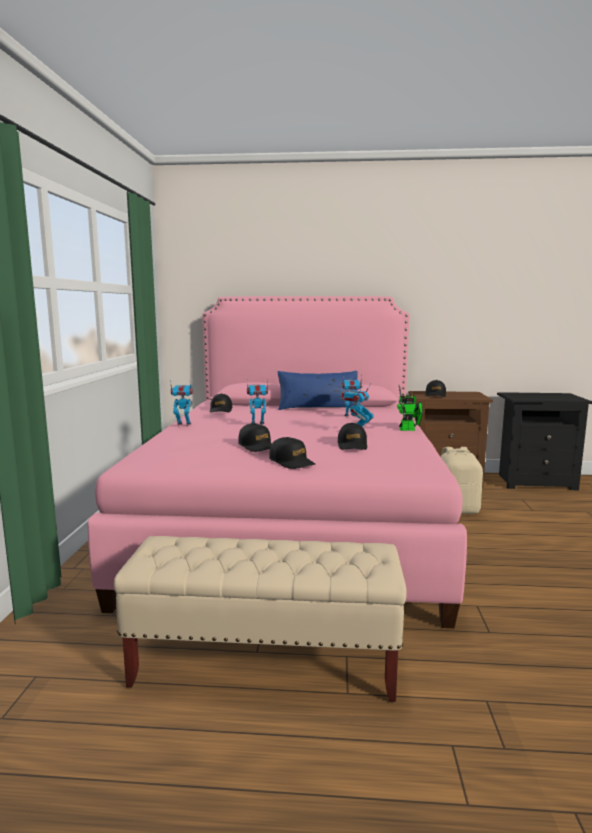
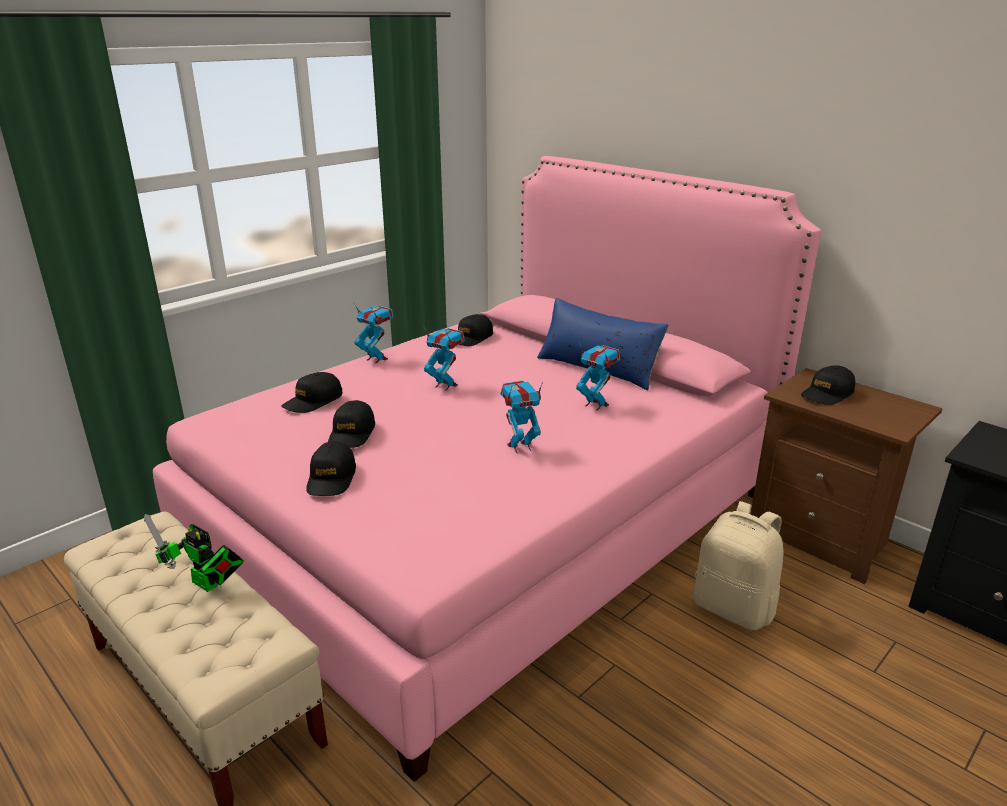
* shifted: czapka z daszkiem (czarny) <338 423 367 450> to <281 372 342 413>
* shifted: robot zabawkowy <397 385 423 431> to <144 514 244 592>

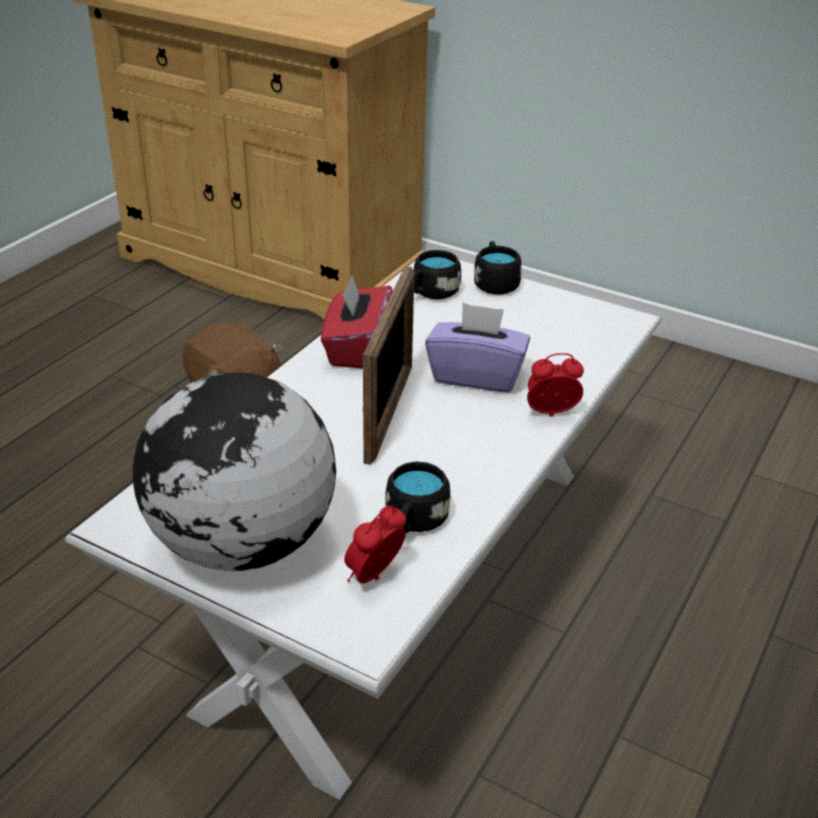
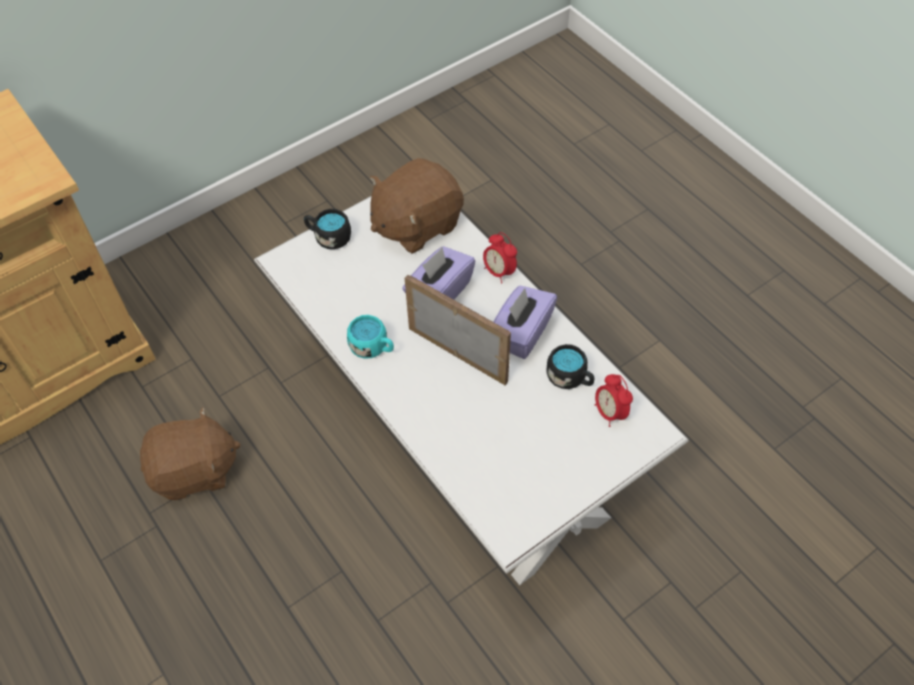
* gone: globus <132 372 336 571>
* swapped: pudełko chusteczek (czerwony) <321 275 393 369> to kubek (turkusowy) <347 315 394 359>
* gone: kubek (czarny) <413 250 461 299>
* rotated: budzik <527 353 584 417> = <483 232 517 284> 60 degrees counterclockwise
* new: pluszak (brązowy) <370 158 464 254>
* new: pudełko chusteczek (fioletowy) <493 285 557 359>

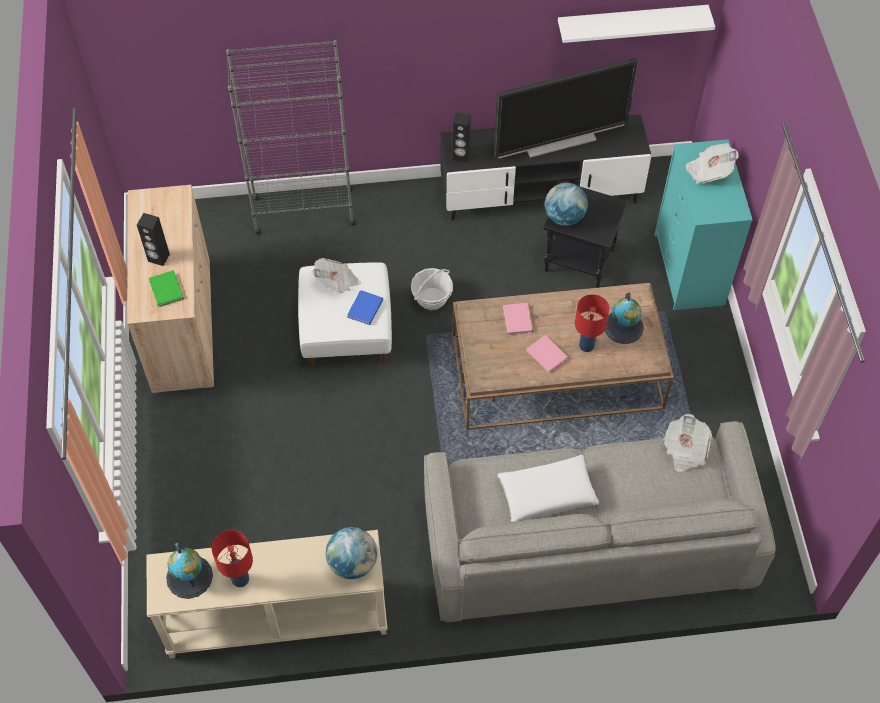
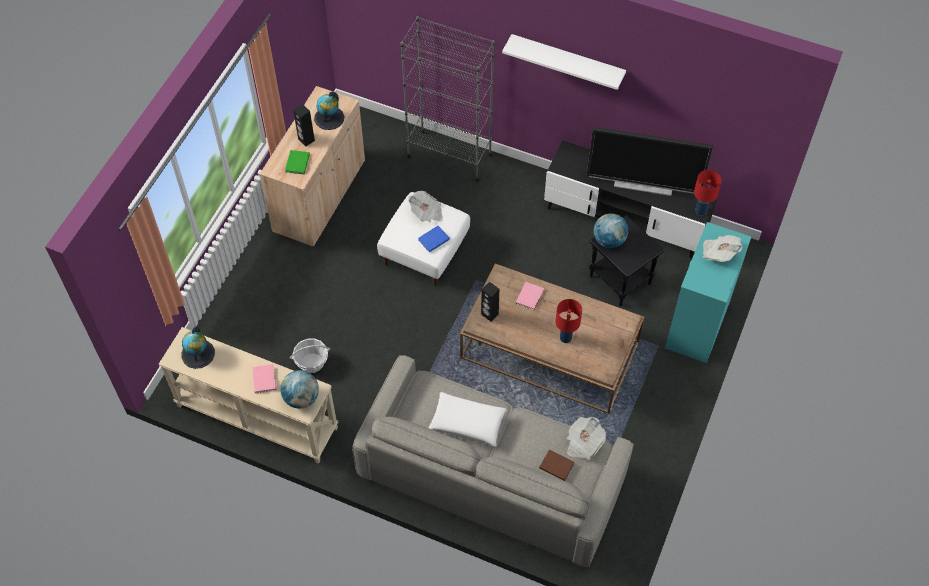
* shifted: lampa stołowa (czerwony) <212 530 253 587> to <694 170 722 216>
* shifted: koszyk <411 268 453 310> to <290 338 330 373>
* shifted: głośnik (czarny) <453 113 471 163> to <481 282 499 321>
* shifted: książka (różowy) <526 335 568 373> to <252 364 276 393>
* shifted: półka (biały) <558 5 715 43> to <502 34 626 90>
* shifted: globus <605 293 644 344> to <314 92 344 130>
* new: książka (brązowy) <539 450 575 481>

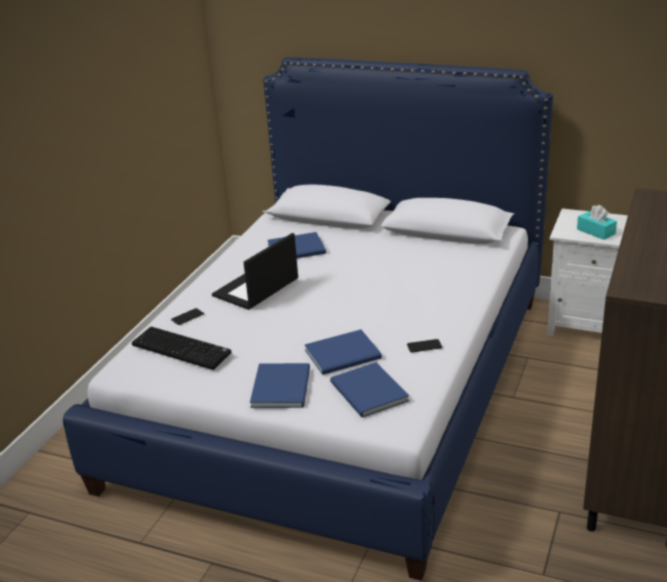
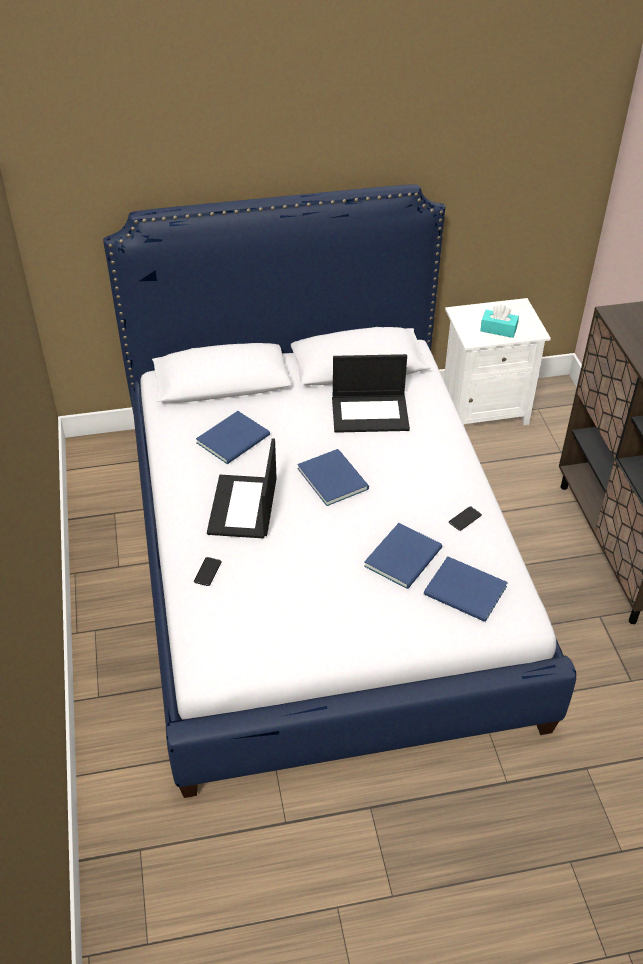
* gone: klawiatura <132 327 232 370>
* shifted: książka (niebieski) <250 363 310 408> to <297 449 369 506>
* new: laptop <332 354 410 433>

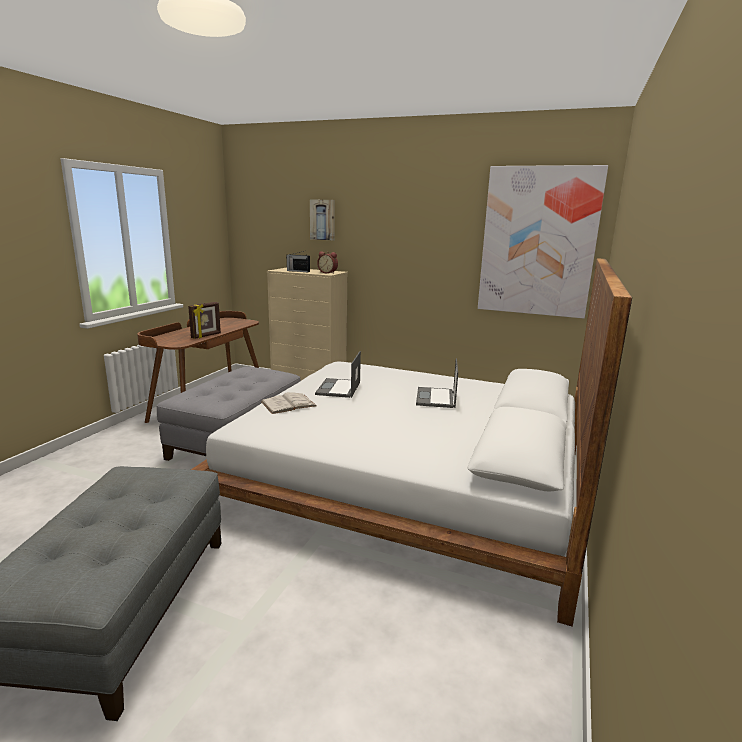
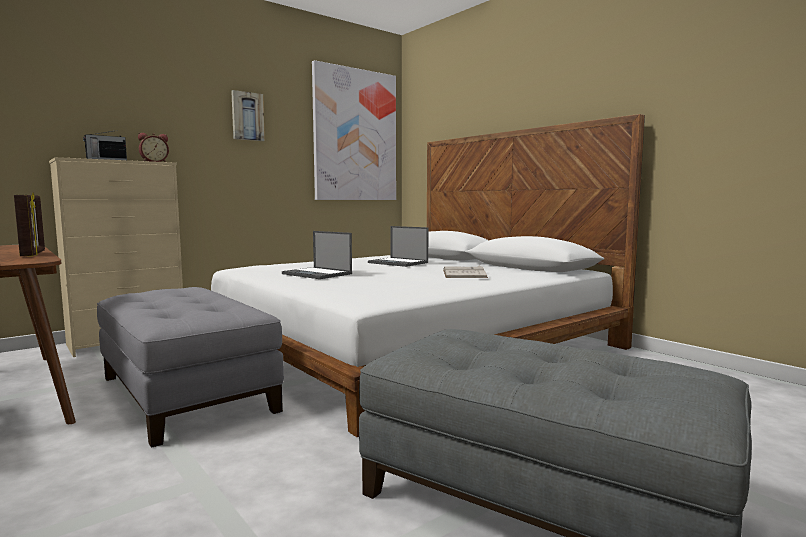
* shifted: książka (biały) <261 392 317 414> to <443 265 488 278>
* shifted: obraz <310 199 335 240> to <231 90 265 141>

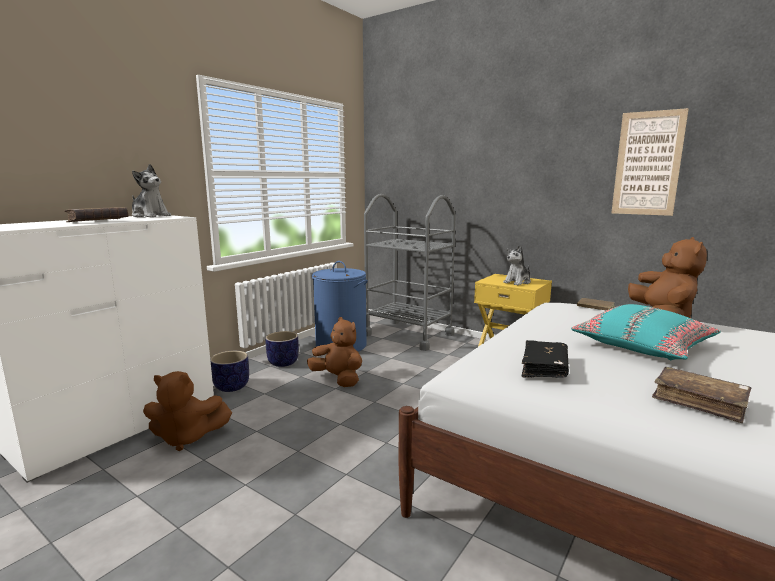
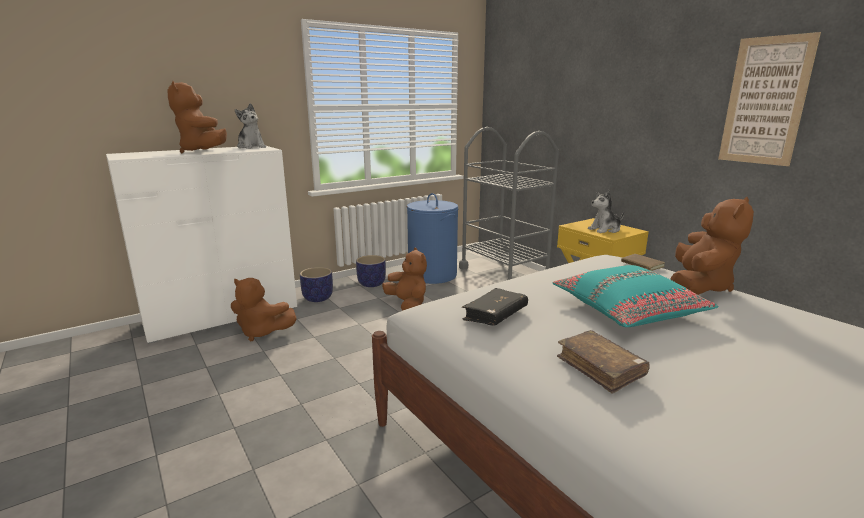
* swapped: książka (brązowy) <64 207 129 222> to pluszak (brązowy) <167 81 227 153>

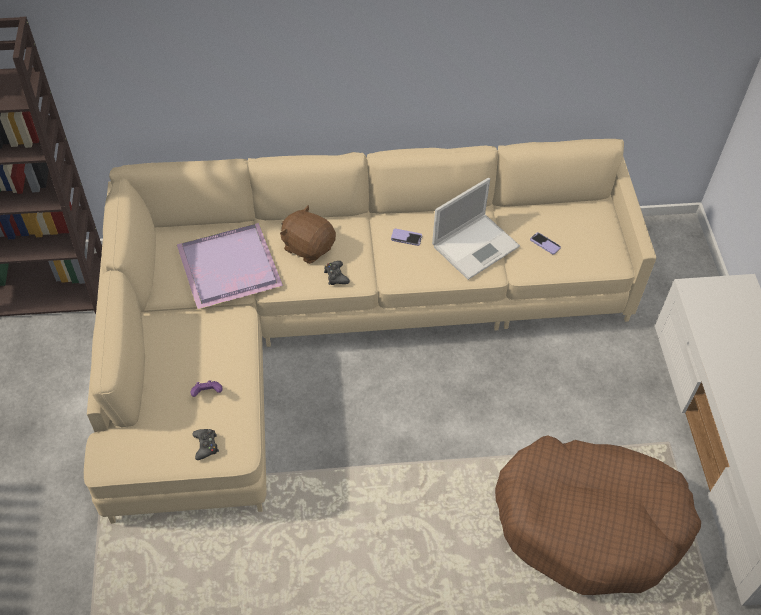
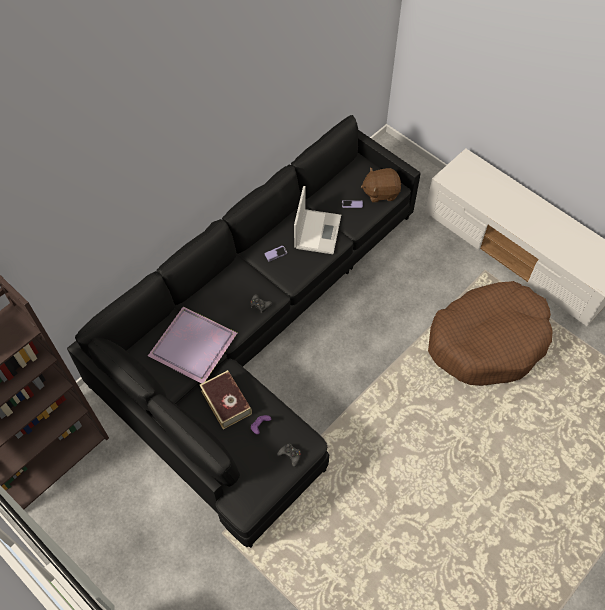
* repainted: kanapa (beżowy) <84 139 656 524> to kanapa (czarny) <67 115 421 548>
* shifted: pluszak (brązowy) <280 205 336 264> to <361 167 401 203>
* new: książka <200 370 252 430>

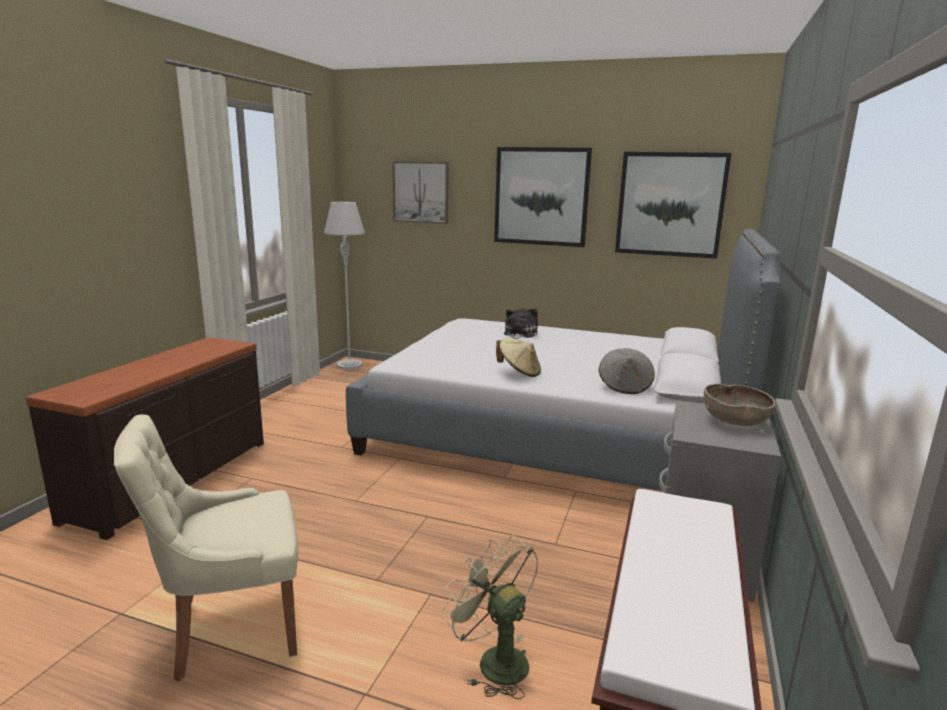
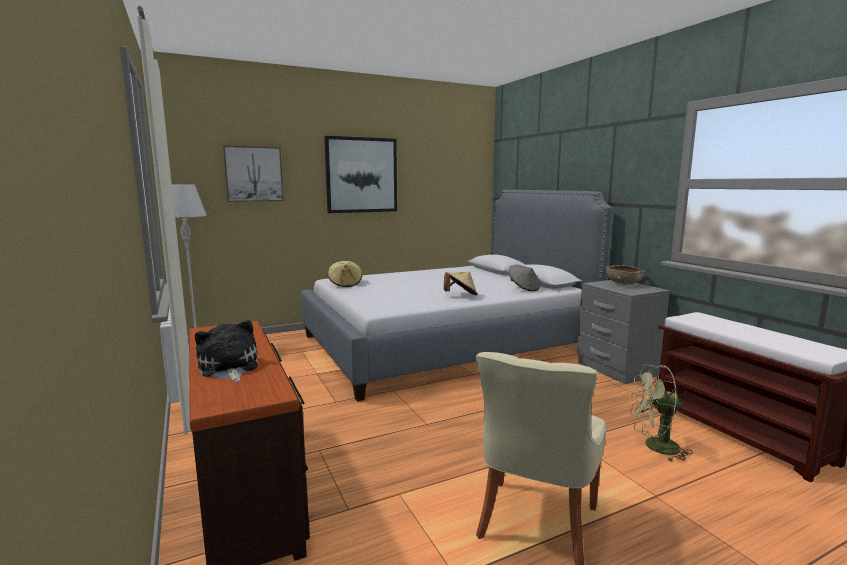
* shifted: pluszak <504 308 538 340> to <195 320 258 382>
* gone: obraz <615 152 732 259>
* new: kapelusz (beżowy) <327 261 363 287>

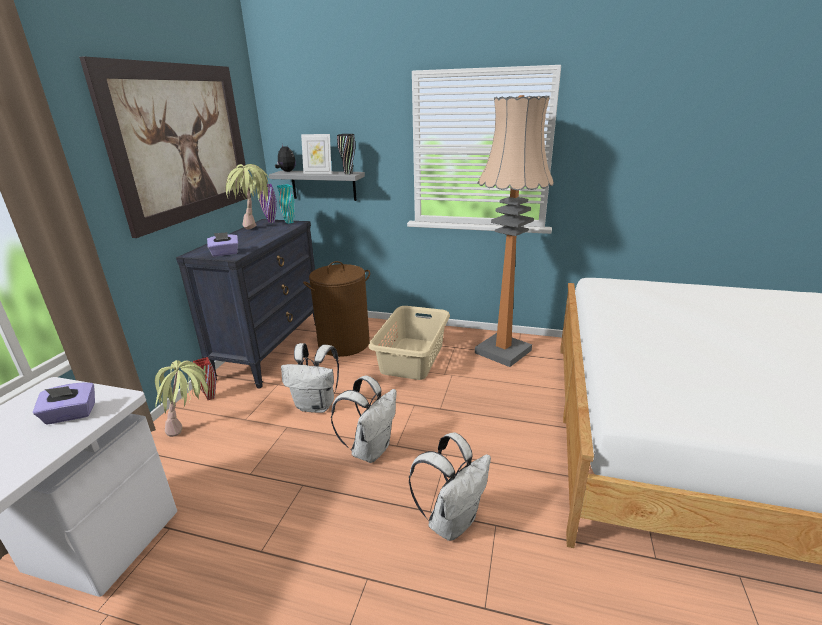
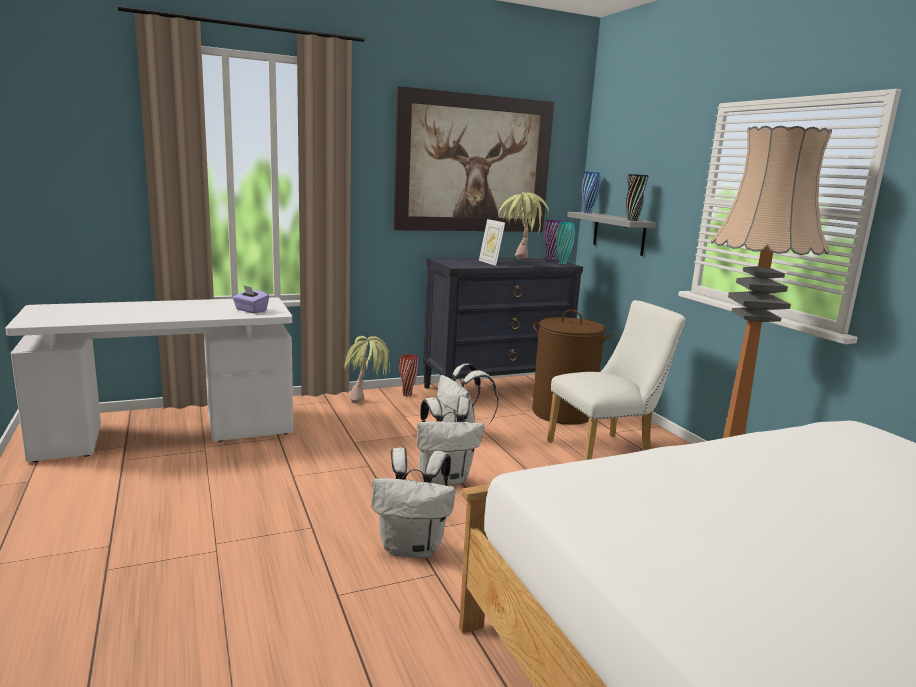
* gone: pudełko chusteczek (fioletowy) <207 232 238 257>
* swapped: pluszak <275 144 296 172> to wazon (niebieski) <581 172 600 213>
* shifted: ramka na zdjęcie <301 134 332 174> to <479 219 505 266>
* swapped: kosz na pranie (beżowy) <369 306 450 380> to krzesło (biały) <547 300 686 460>

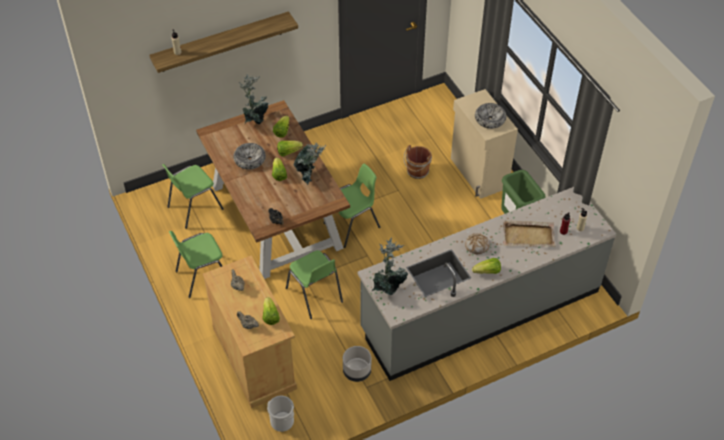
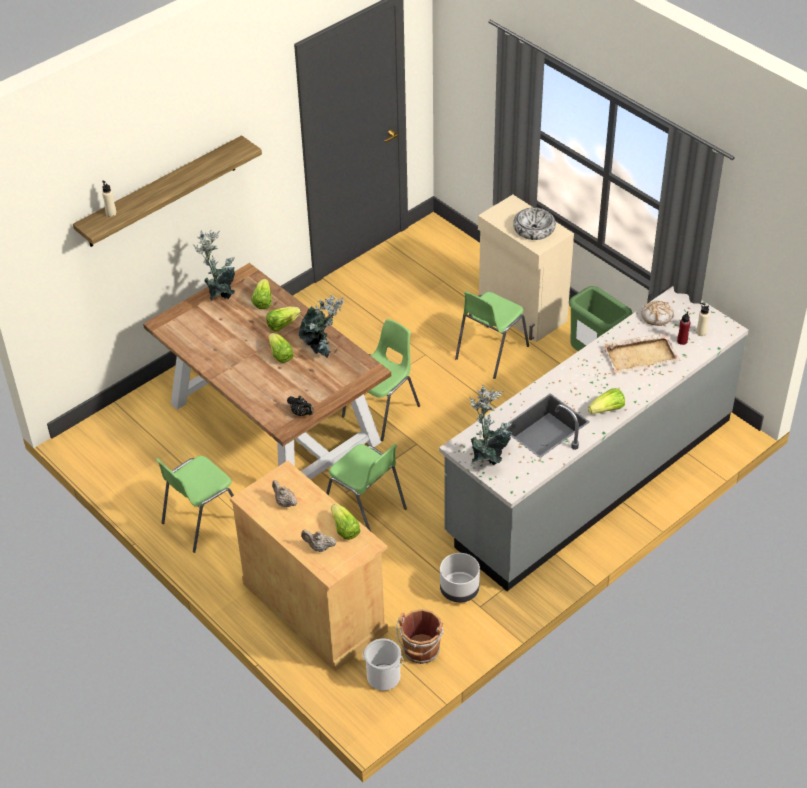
* shifted: krzesło (zielony) <162 164 224 229> to <455 291 529 379>
* gone: miska <233 143 266 170>
* shifted: wiadro (brązowy) <404 145 432 179> to <397 609 444 664>
* shifted: chleb <465 234 490 254> to <642 301 674 326>

